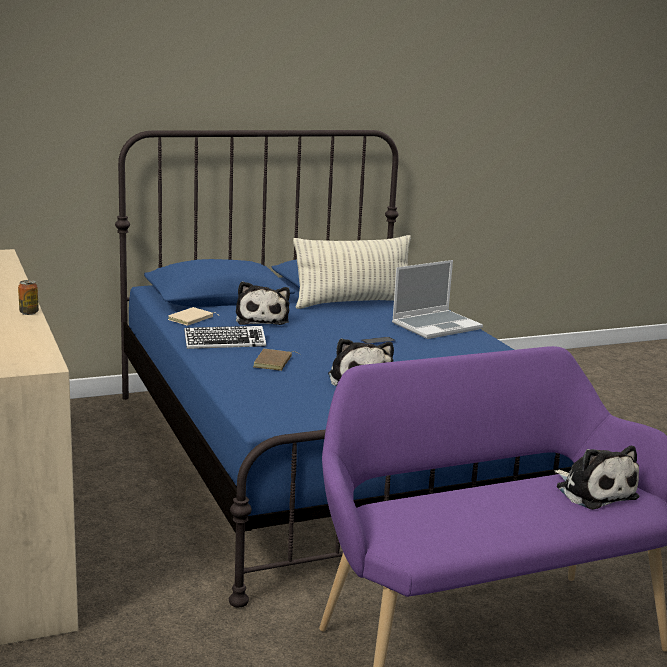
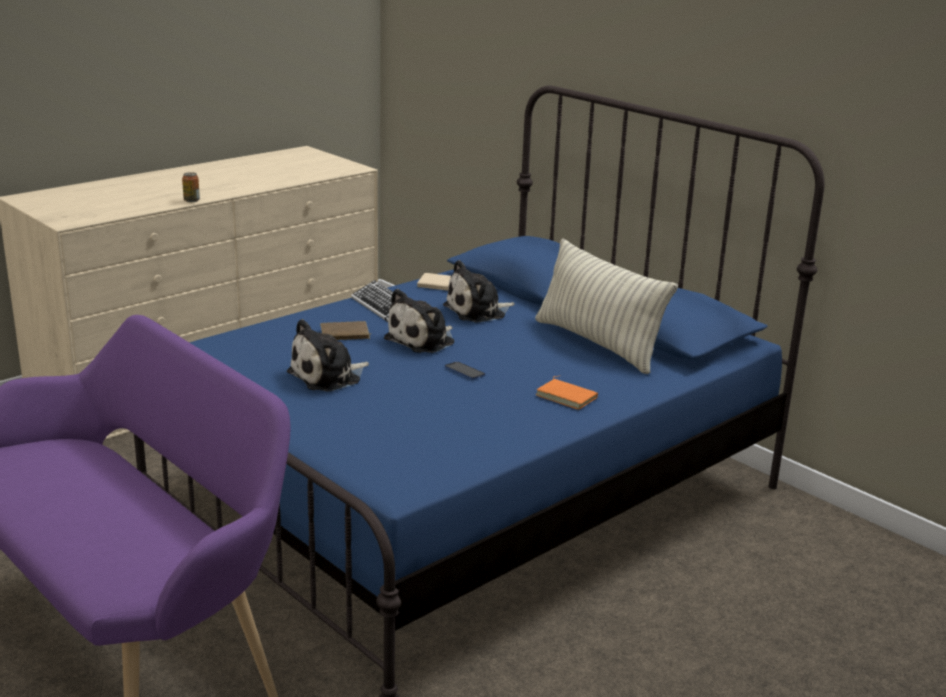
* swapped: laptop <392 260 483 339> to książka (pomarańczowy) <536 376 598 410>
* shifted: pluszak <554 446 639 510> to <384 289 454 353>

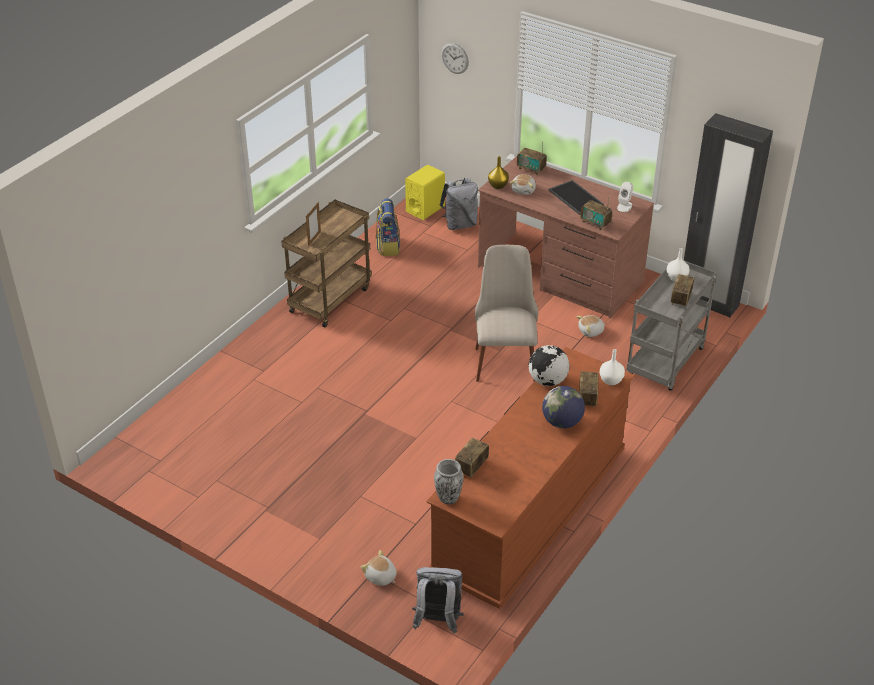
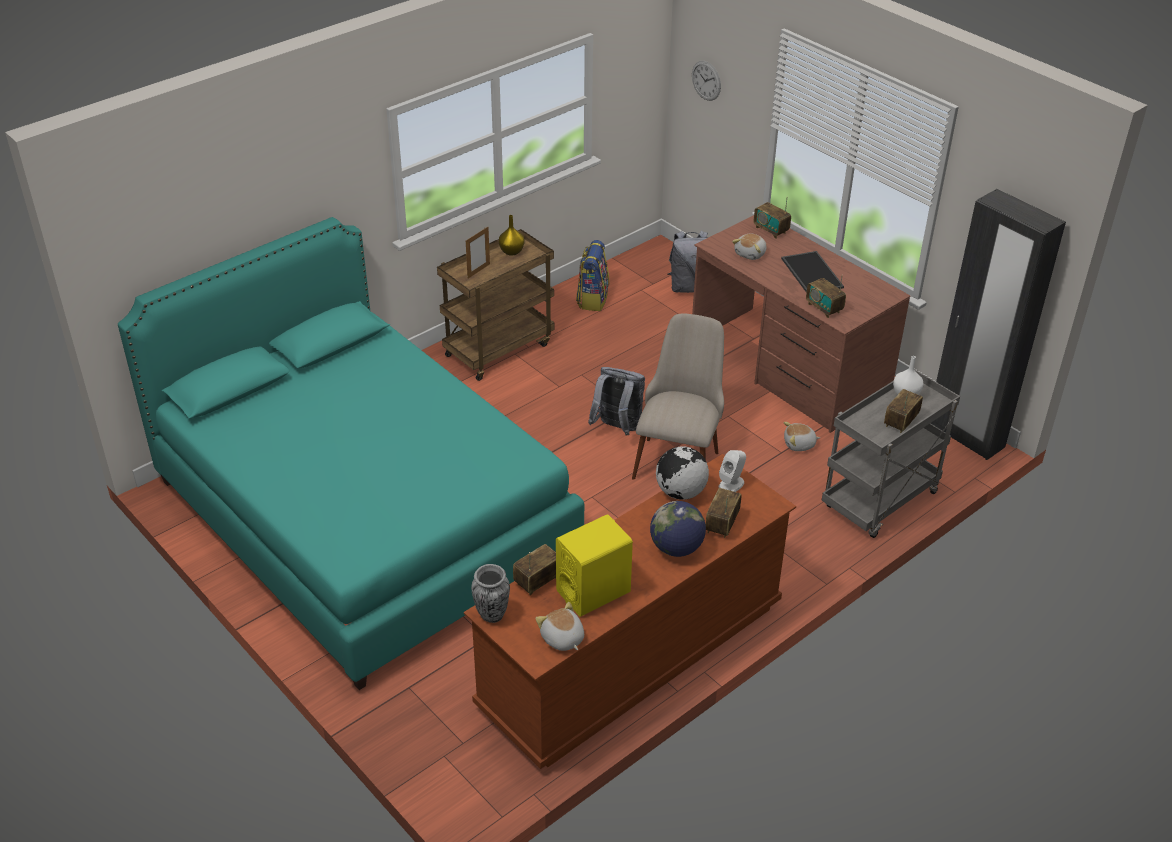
* shifted: pluszak <361 550 397 586> to <535 602 584 651>
* shifted: głośnik (żółty) <405 165 445 220> to <556 514 633 617>
* shifted: plecak (szary) <412 567 464 634> to <588 367 645 435>
* shifted: wazon (żółty) <488 156 509 189> to <499 215 524 256>
* gone: wazon (biały) <600 349 625 385>
* shifted: głośnik (biały) <617 182 633 212> to <719 450 746 492>
* new: łóżko (turkusowy) <118 217 584 690>

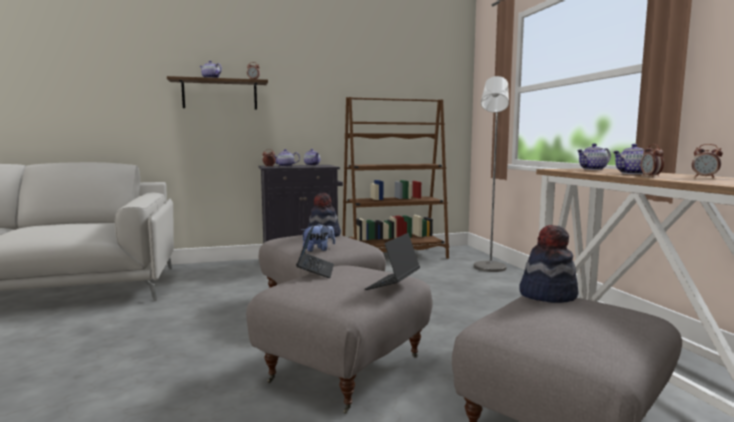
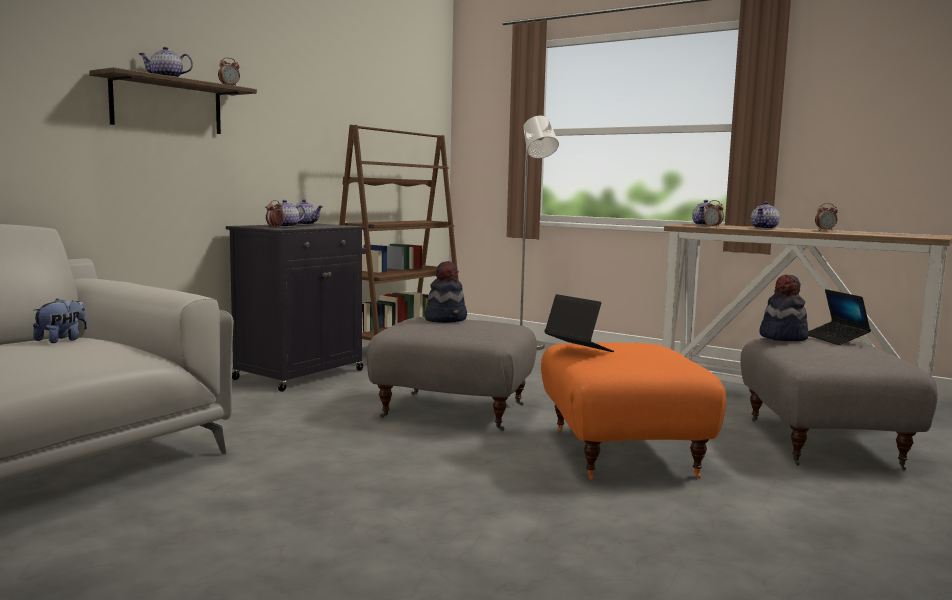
* repainted: pufa (szary) <246 265 433 414> to pufa (pomarańczowy) <541 342 726 480>
* shifted: pluszak <301 223 335 252> to <33 298 88 343>
* shifted: laptop <365 233 420 290> to <808 289 871 345>
* shifted: budzik <640 144 664 177> to <703 200 724 227>

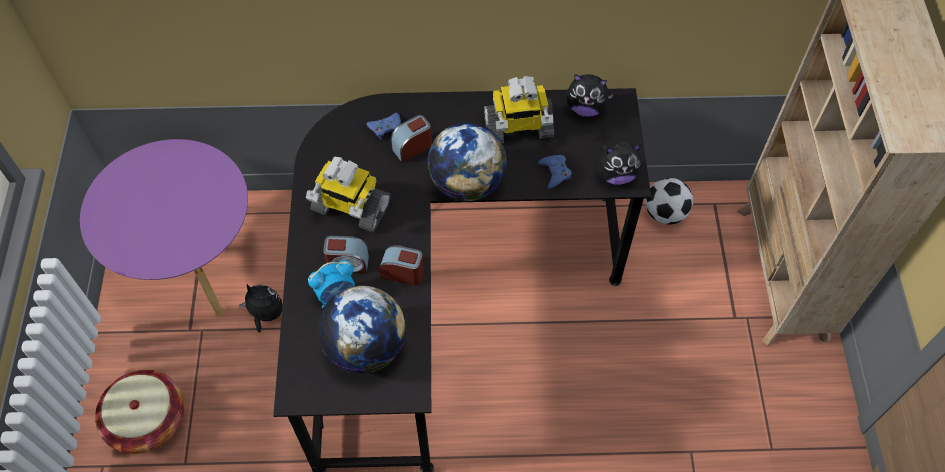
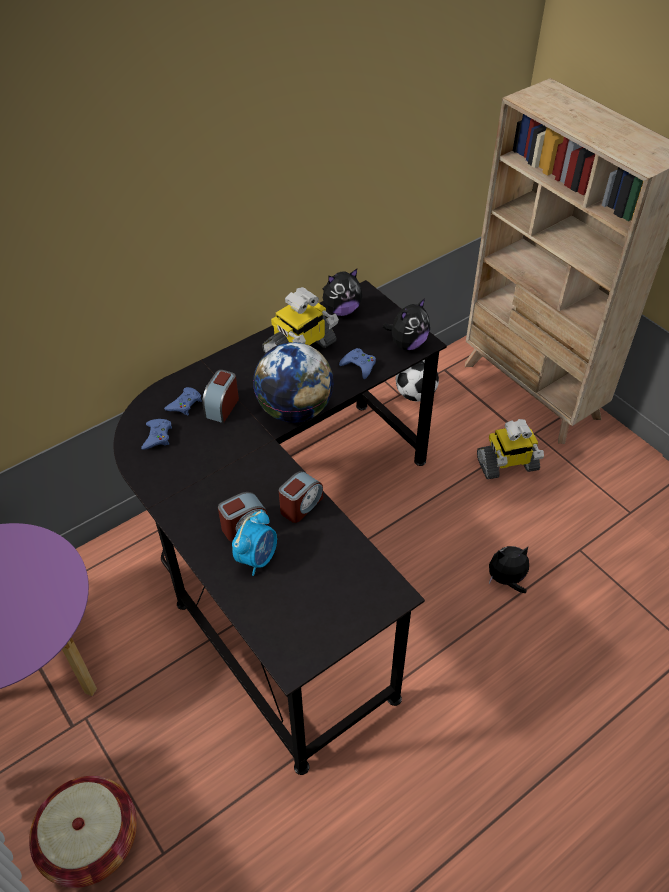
* shifted: pluszak <239 284 282 332> to <489 546 529 593>
* shifted: robot zabawkowy <306 157 391 232> to <477 419 544 479>
* gone: globus <318 286 406 373>
* rotated: budzik <380 245 424 286> = <279 471 323 523> 150 degrees clockwise
* new: pad do gier (niebieski) <141 419 172 450>

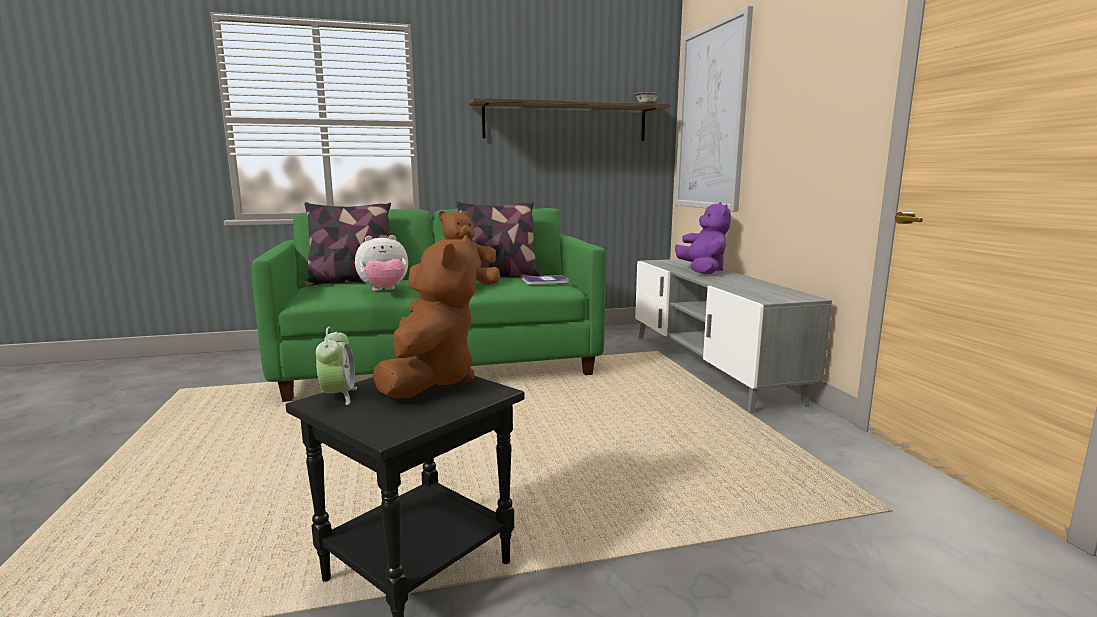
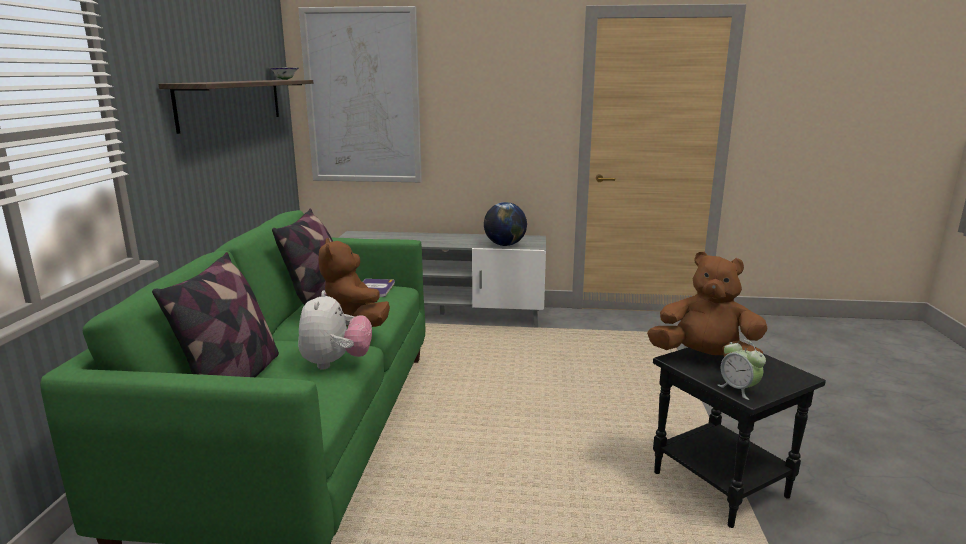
* rotated: budzik <316 327 357 405> = <718 339 766 400> 135 degrees counterclockwise
* gone: pluszak (fioletowy) <675 202 731 275>
* new: globus <484 202 527 246>

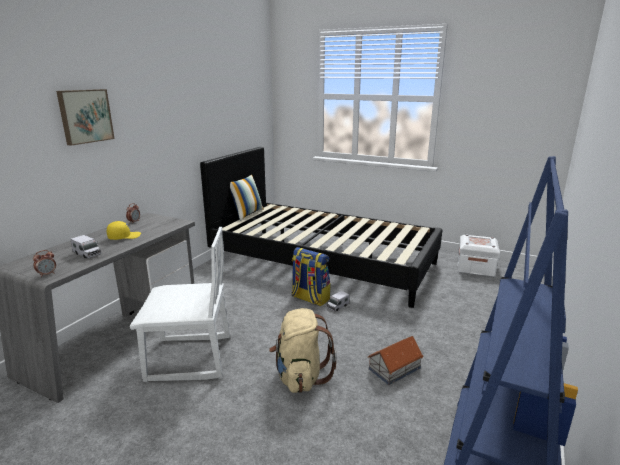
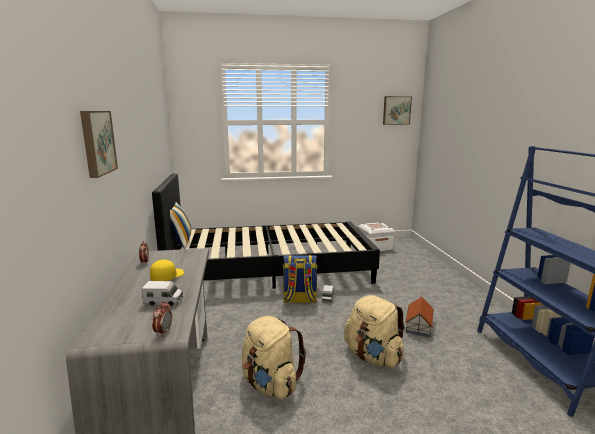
* swapped: krzesło (biały) <130 227 230 382> to plecak (beżowy) <242 316 306 400>
* new: obraz <383 96 412 125>

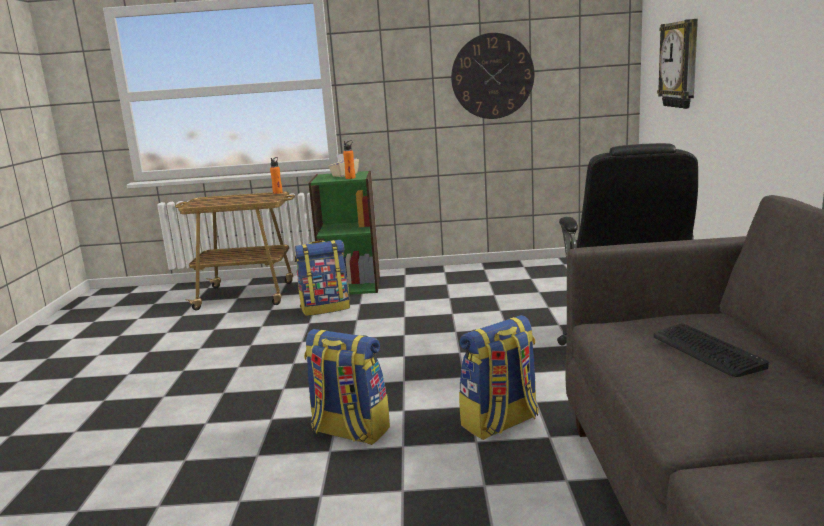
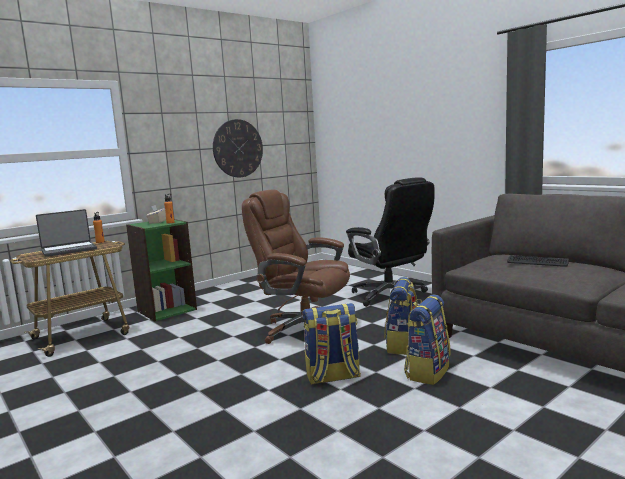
* shifted: plecak <295 240 350 316> to <404 295 451 385>
* gone: zegar ścienny <657 19 698 109>
* new: laptop <36 209 97 257>
* new: krzesło biurowe (brązowy) <242 189 350 344>

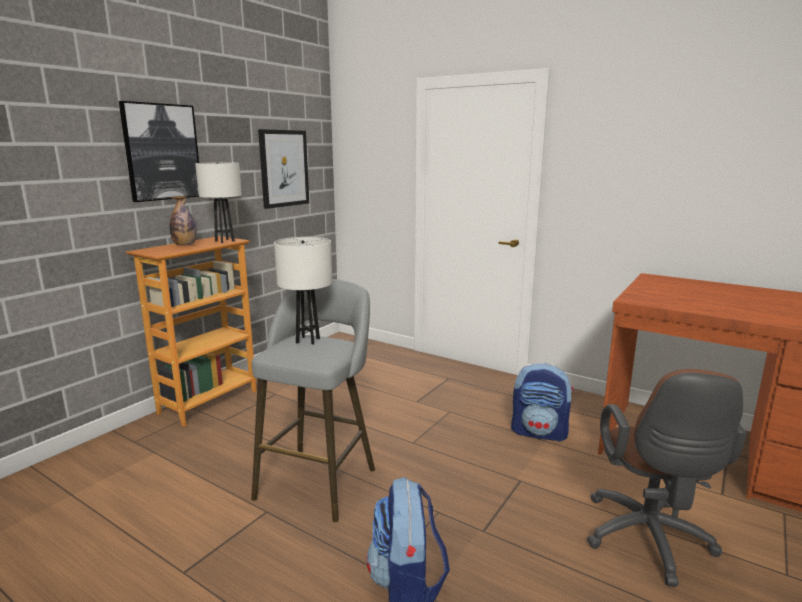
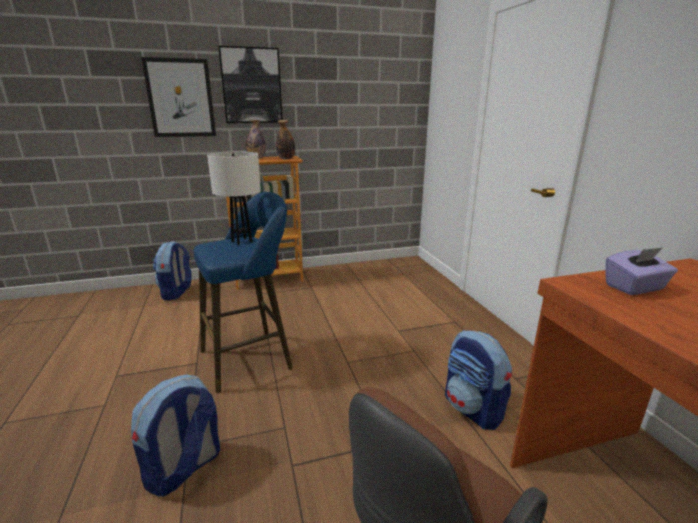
* swapped: lampa stołowa (biały) <195 163 242 243> to butelka <276 120 295 159>
* repainted: stołek (szary) <251 279 375 522> to stołek (niebieski) <194 192 293 393>
* shifted: obraz <258 129 309 209> to <141 57 216 137>
* new: plecak <153 241 192 300>
* new: pudełko chusteczek (fioletowy) <605 247 678 295>

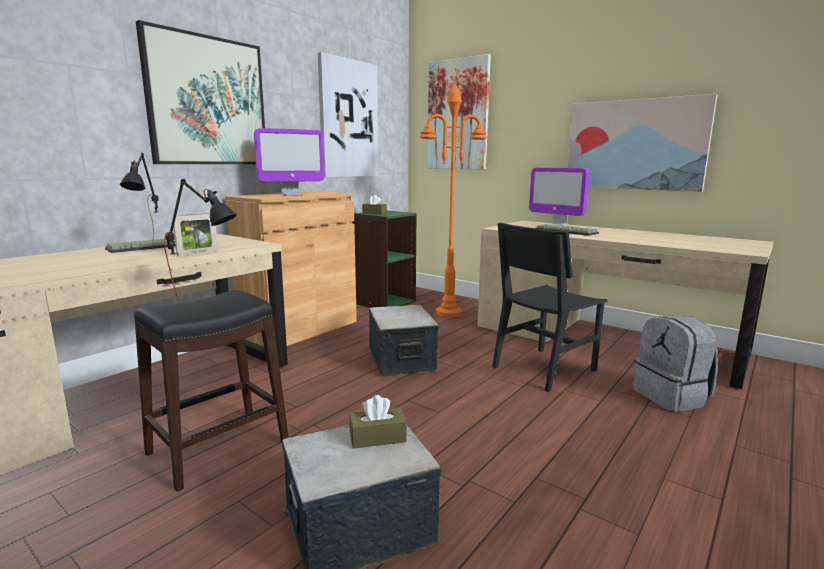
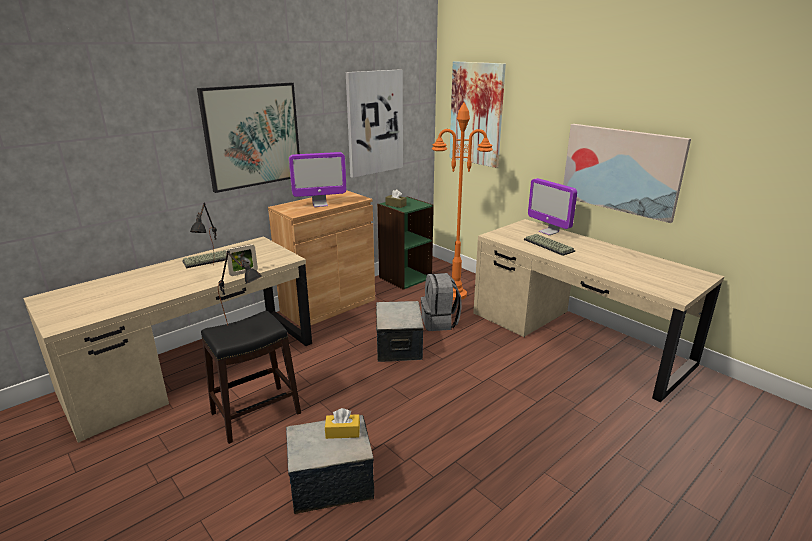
* repainted: pudełko chusteczek (brązowy) <349 395 407 449> to pudełko chusteczek (żółty) <325 408 360 439>
* gone: krzesło (czarny) <492 222 608 392>
* shifted: plecak (szary) <633 315 718 412> to <421 273 462 331>

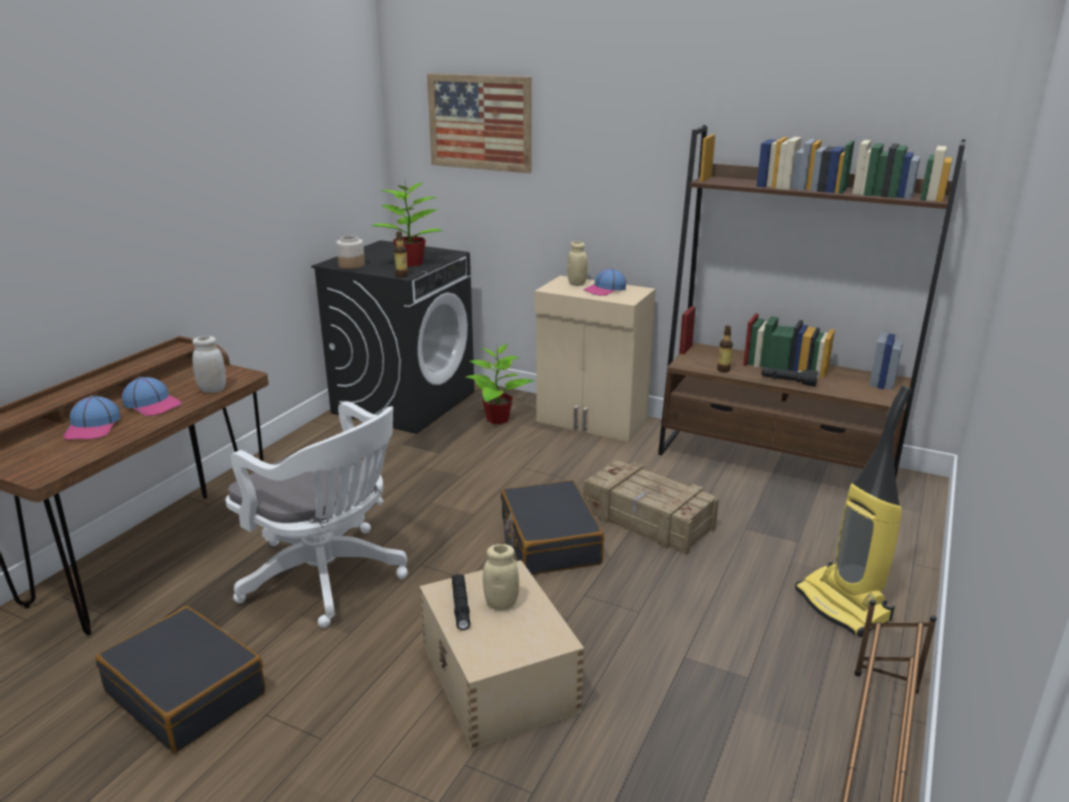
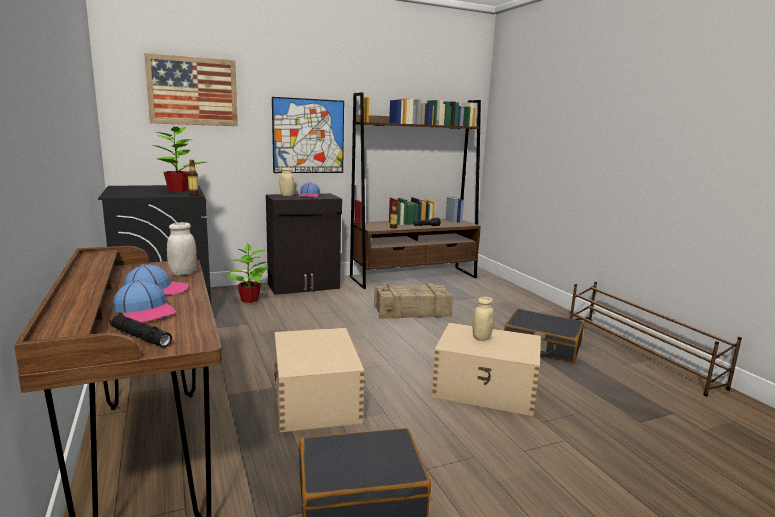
* swapped: krzesło biurowe (biały) <226 401 408 628> to pojemnik do przechowywania (beżowy) <274 328 365 432>
* gone: słoik <336 236 365 269>
* shifted: latarka (czarny) <452 574 470 630> to <110 315 172 347>
* shifted: walizka (czarny) <501 480 604 575> to <504 309 584 363>
* repainted: szafka (beżowy) <535 276 655 442> to szafka (czarny) <266 193 342 295>
* gone: odkurzacz <795 385 912 637>
* new: obraz <272 97 344 173>

